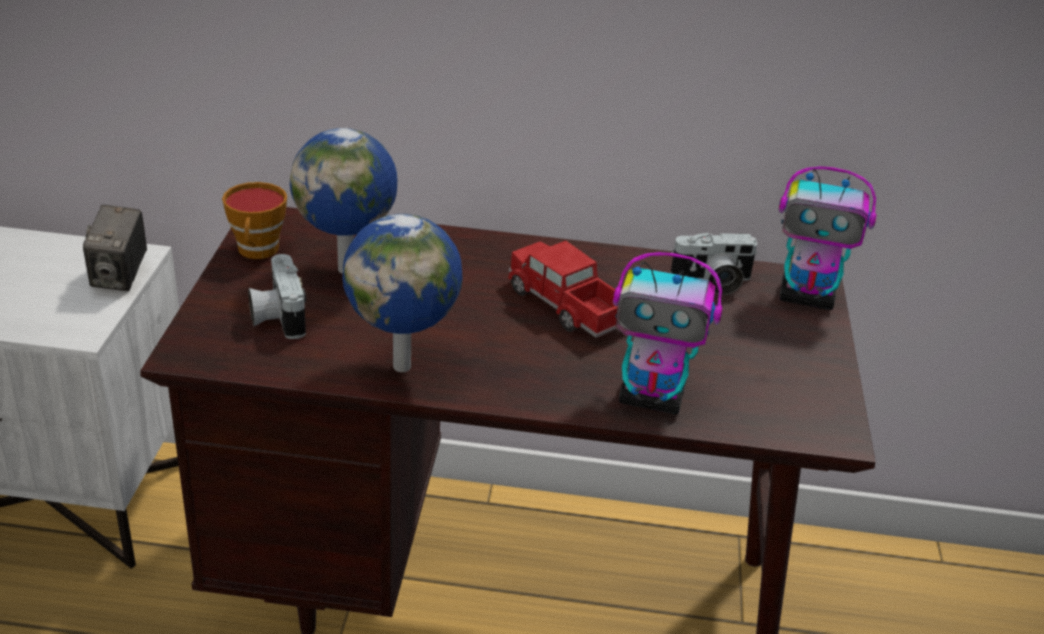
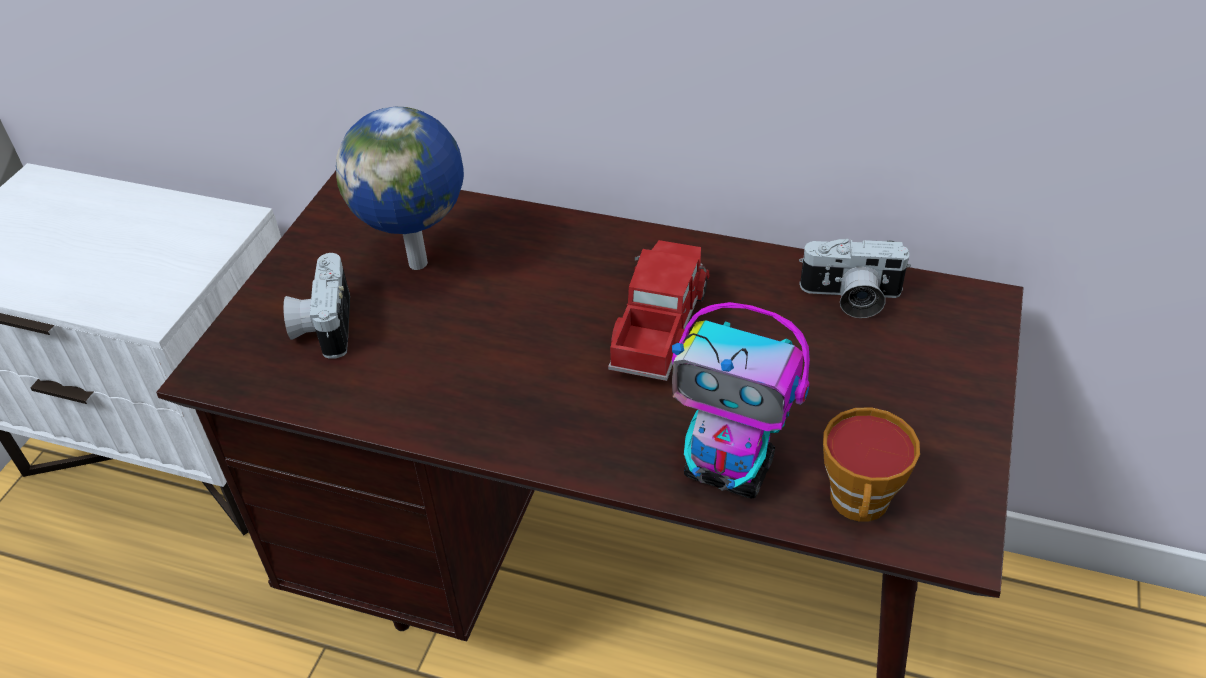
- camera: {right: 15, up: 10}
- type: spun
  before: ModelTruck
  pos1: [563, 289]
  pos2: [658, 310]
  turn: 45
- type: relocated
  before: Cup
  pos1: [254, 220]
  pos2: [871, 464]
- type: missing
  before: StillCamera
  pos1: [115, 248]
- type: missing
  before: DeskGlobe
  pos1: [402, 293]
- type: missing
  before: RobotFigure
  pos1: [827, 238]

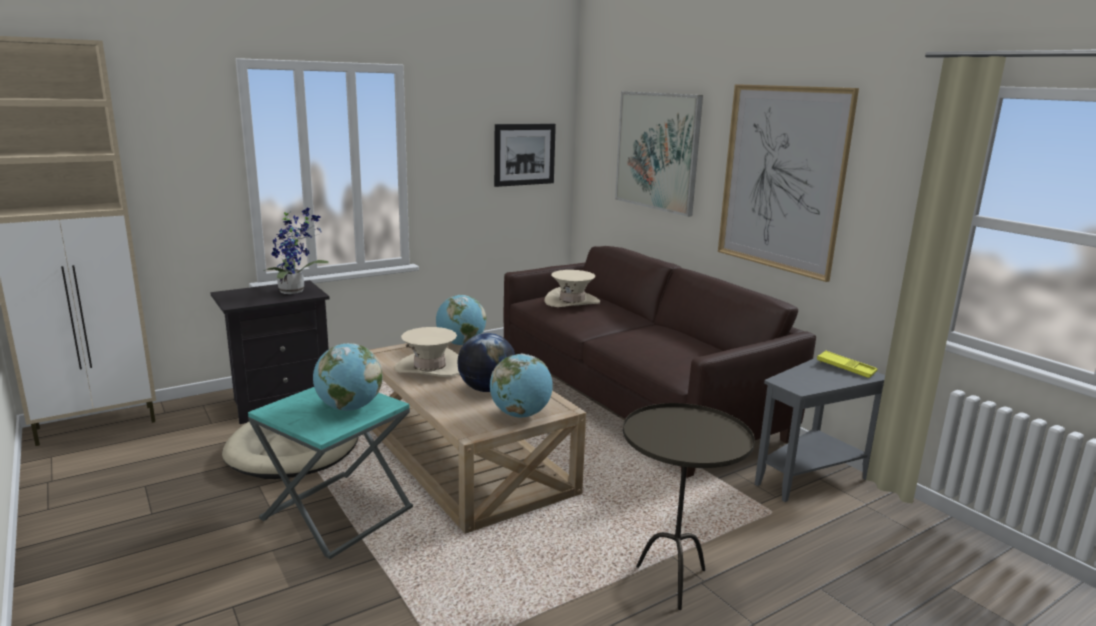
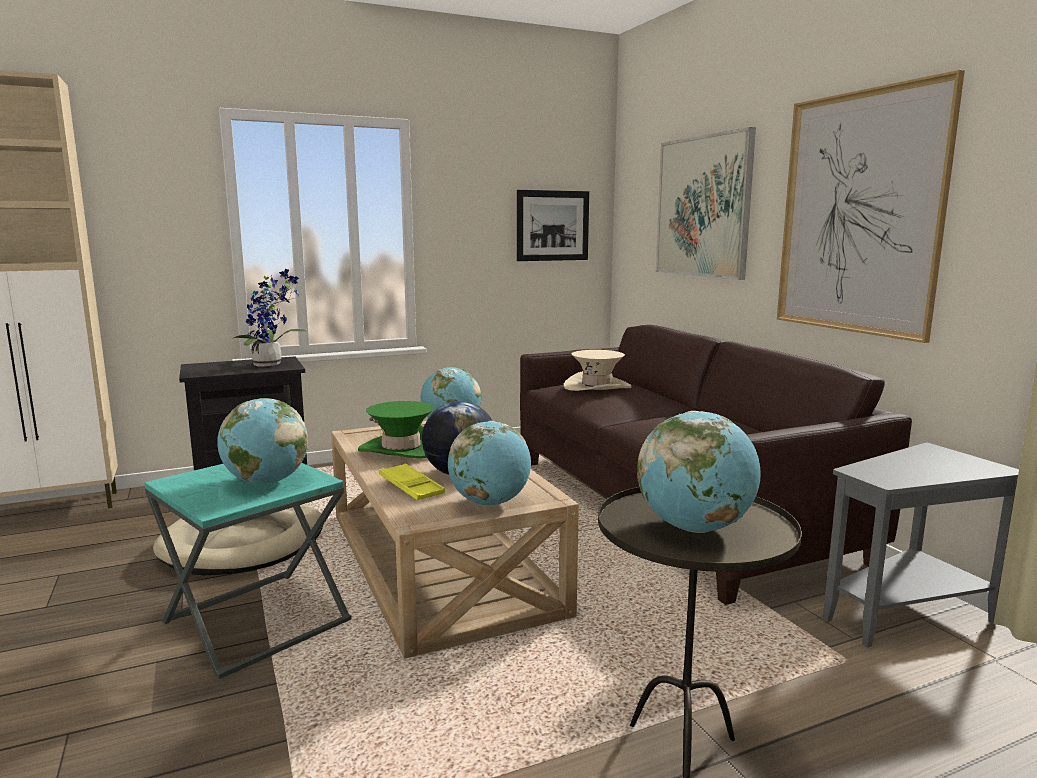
- camera: {right: 10, up: -5}
- type: colour
  before: BeigeWearableHat
  after: GreenishWearableHat
  pos1: [427, 352]
  pos2: [396, 430]
- type: relocated
  before: YellowishServingTray
  pos1: [847, 364]
  pos2: [412, 481]
- type: appeared
  after: DeskGlobe
  pos2: [699, 472]

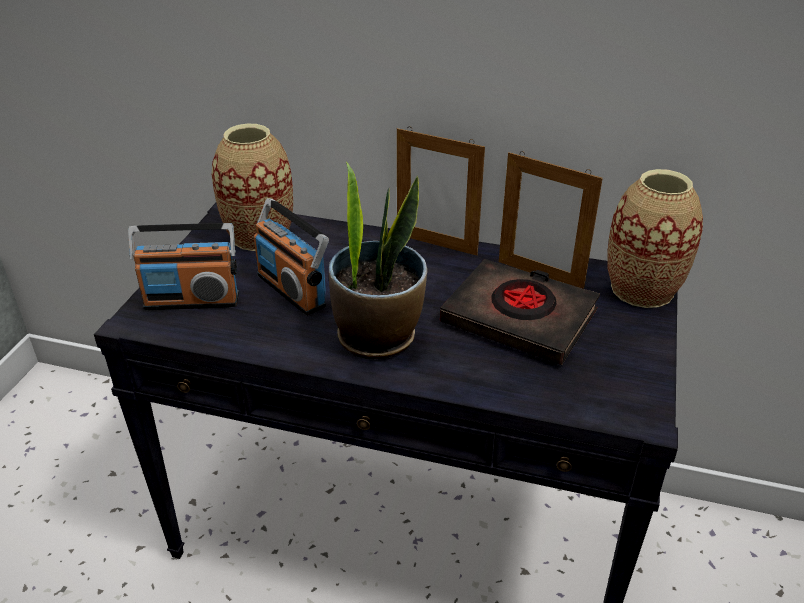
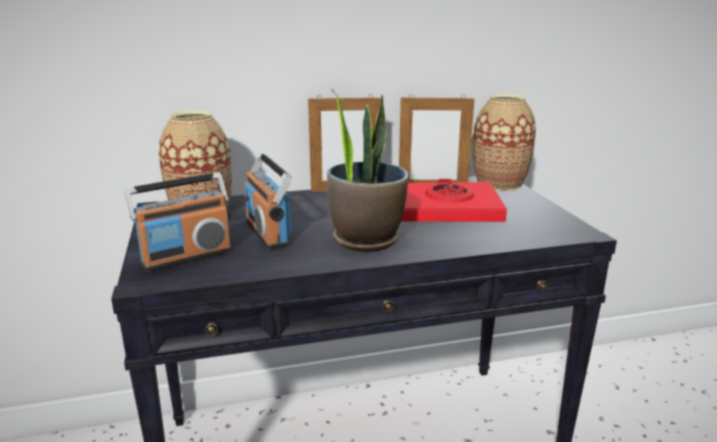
- camera: {right: -30, up: -15}
- type: spun
  before: RadioReceiver
  pos1: [291, 256]
  pos2: [268, 201]
  turn: 45
- type: colour
  before: BlackBook
  after: RedBook
  pos1: [520, 312]
  pos2: [454, 200]

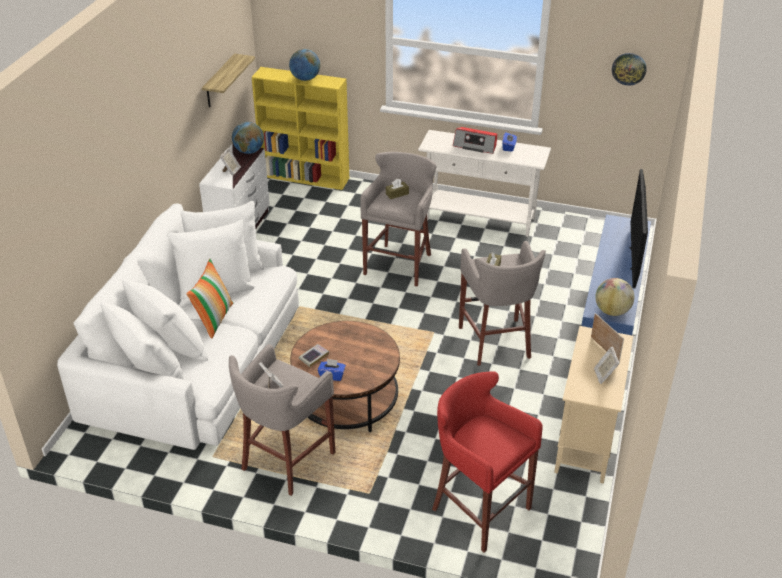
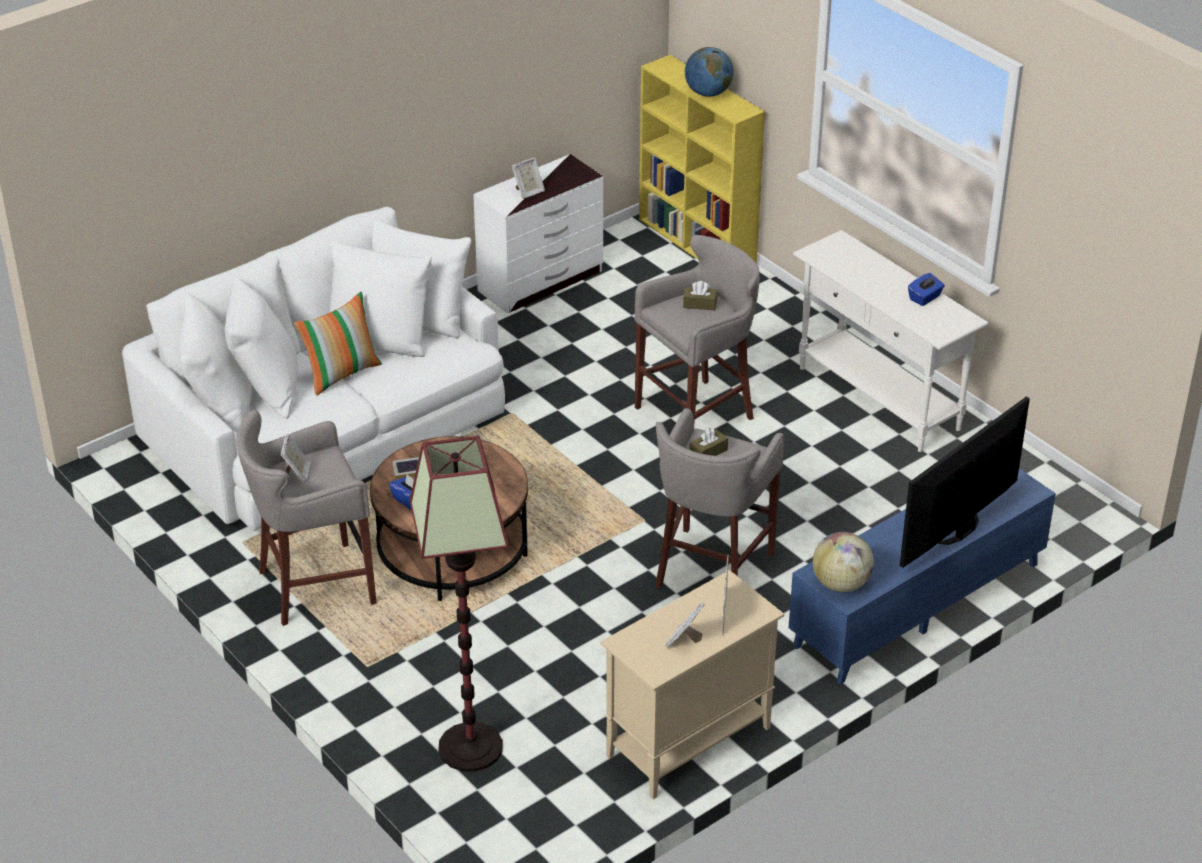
- camera: {right: 35, up: 0}
- type: exchanged
  before: RedStool
  after: StandingLamp
  pos1: [487, 462]
  pos2: [459, 603]
- type: missing
  before: BracketShelf
  pos1: [228, 80]
- type: missing
  before: DeskGlobe
  pos1: [248, 138]
- type: missing
  before: RadioReceiver
  pos1: [475, 140]
- type: missing
  before: ClockOnTheWall
  pos1: [629, 69]

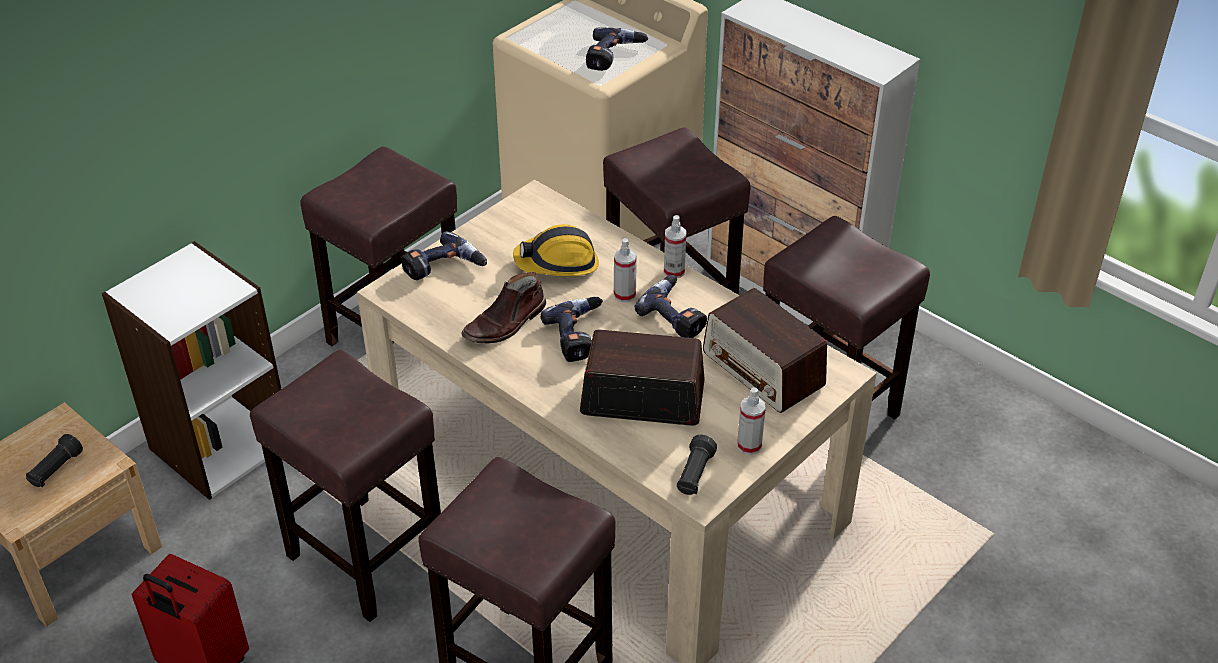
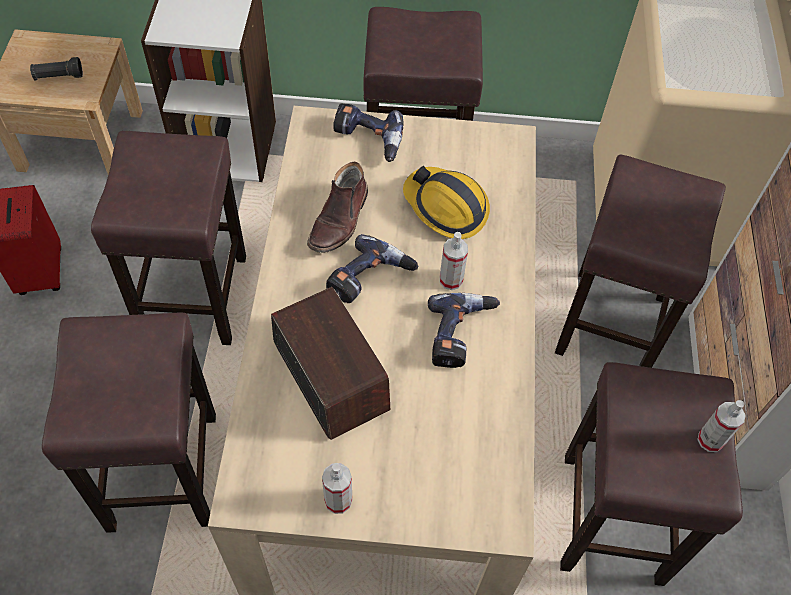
- camera: {right: 50, up: 15}
- type: spun
  before: BrownHighTopBoot
  pos1: [503, 308]
  pos2: [337, 207]
  turn: -75
- type: relocated
  before: HandSprayer
  pos1: [675, 246]
  pos2: [721, 426]
- type: missing
  before: PowerDrill
  pos1: [617, 49]
- type: missing
  before: BlackTorch
  pos1: [697, 464]
- type: missing
  before: RadioReceiver
  pos1: [765, 350]

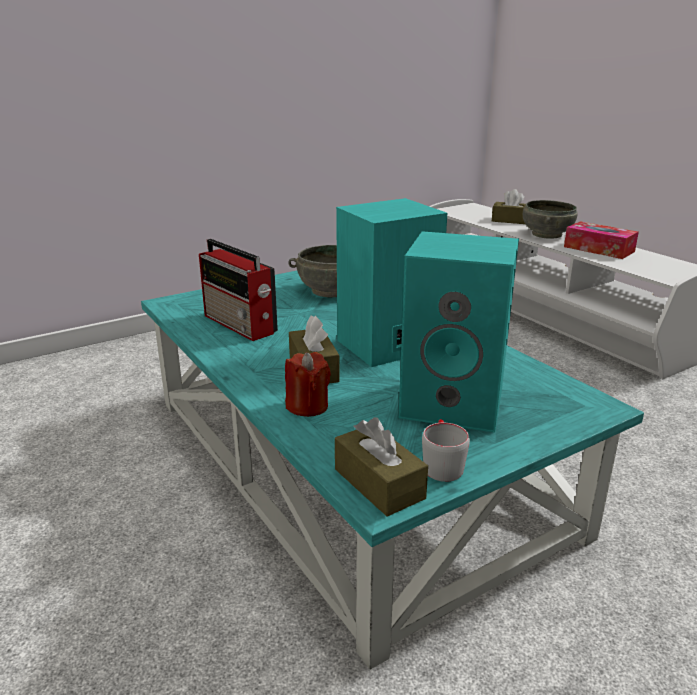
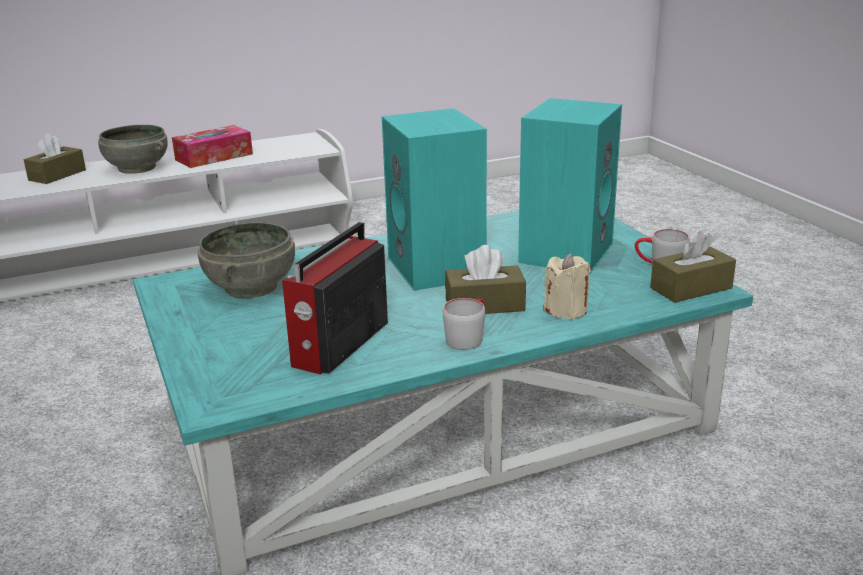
- camera: {right: -80, up: 0}
- type: spun
  before: RadioReceiver
  pos1: [238, 290]
  pos2: [335, 298]
  turn: 150
- type: appeared
  after: GreyTeaMug
  pos2: [463, 324]
- type: colour
  before: RedCandle
  after: BeigeCandle
  pos1: [308, 384]
  pos2: [567, 286]

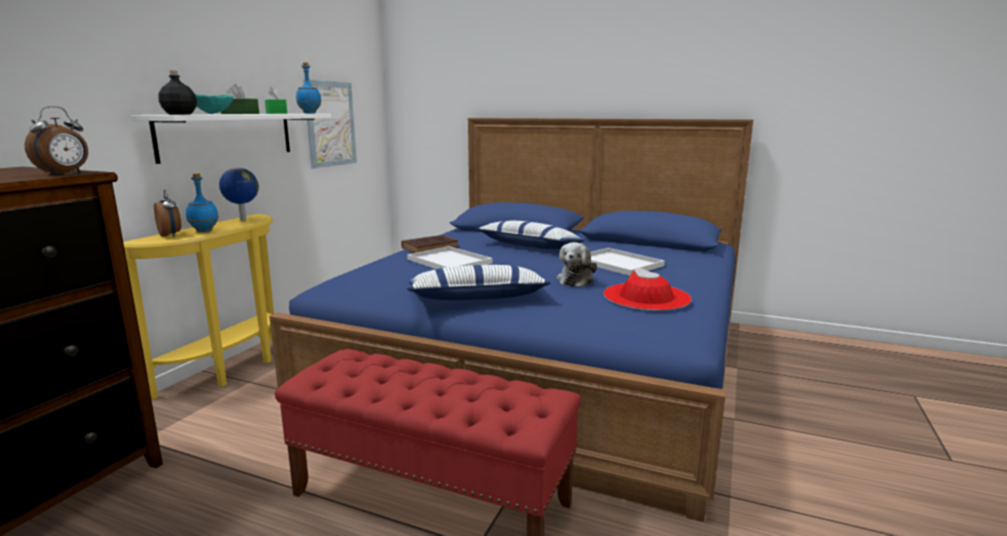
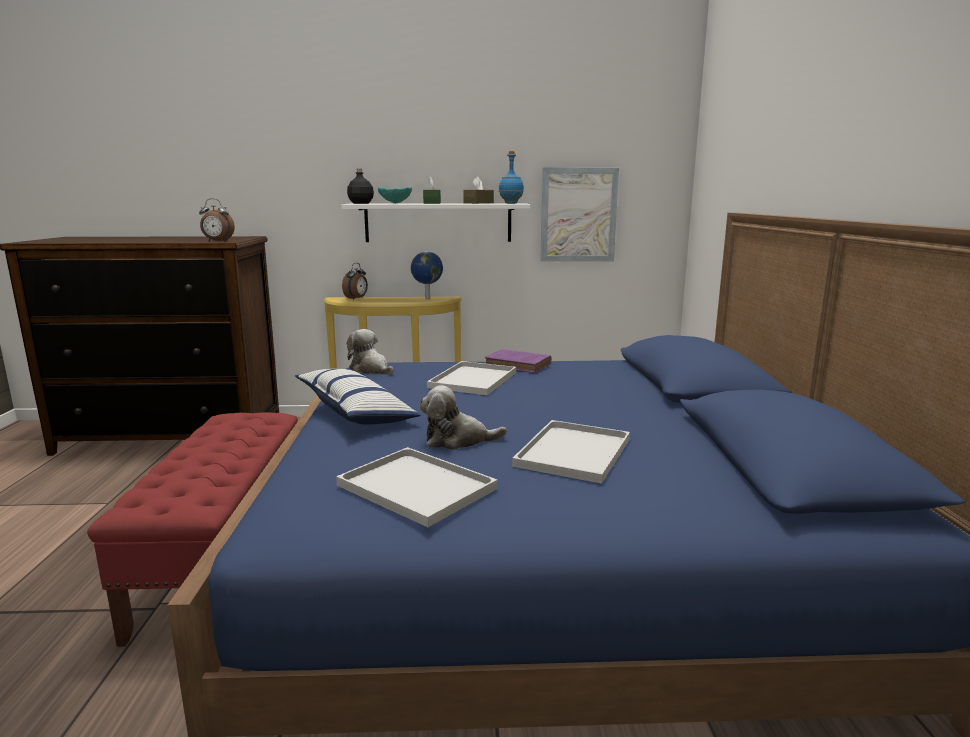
- camera: {right: 65, up: 0}
- type: exchanged
  before: RedWearableHat
  after: WhiteServingTray
  pos1: [648, 289]
  pos2: [416, 487]
- type: appeared
  after: PlushToy
  pos2: [370, 352]
- type: colour
  before: GreenishBoxOfTissues
  after: BrownBoxOfTissues
  pos1: [276, 100]
  pos2: [478, 190]
- type: colour
  before: BrownBook
  after: PurpleColouredBook
  pos1: [430, 244]
  pos2: [518, 361]
- type: missing
  before: BluishDrinkBottle
  pos1: [202, 203]
- type: missing
  before: Pillow
  pos1: [530, 235]

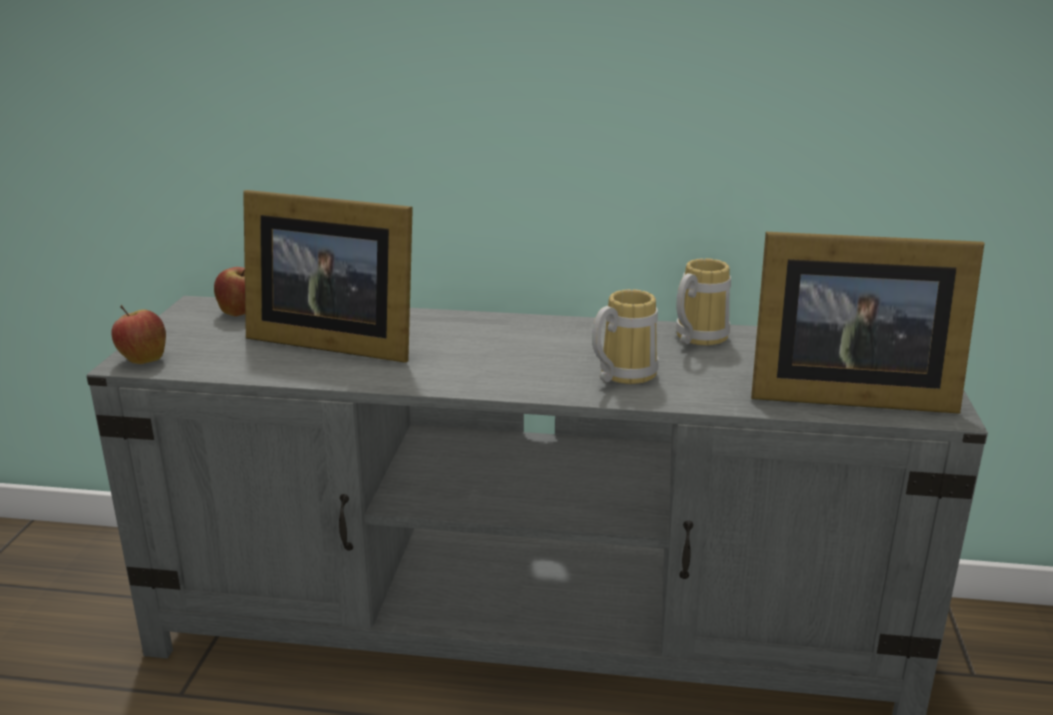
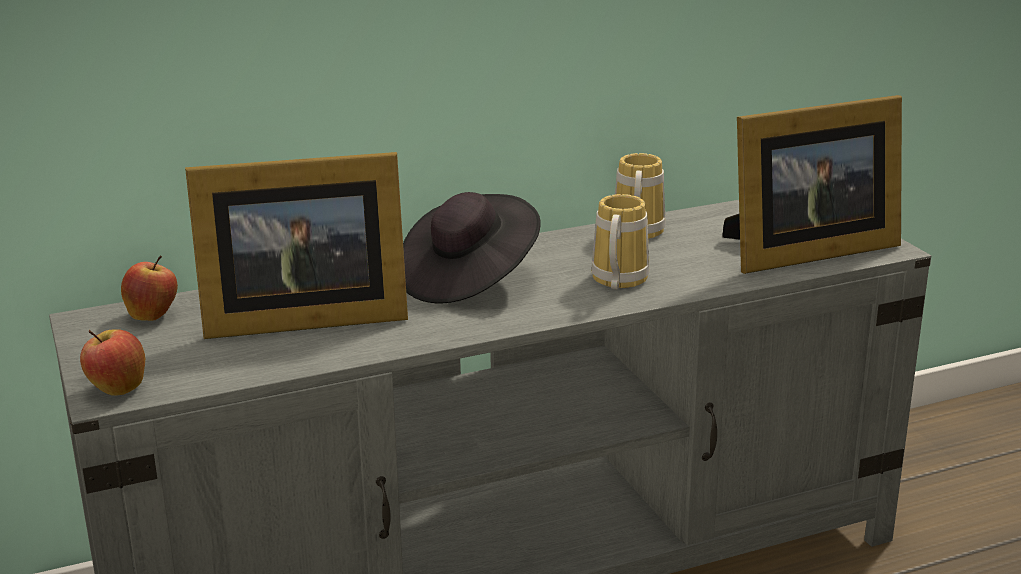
- camera: {right: -30, up: 0}
- type: appeared
  after: BlackWearableHat
  pos2: [472, 248]

